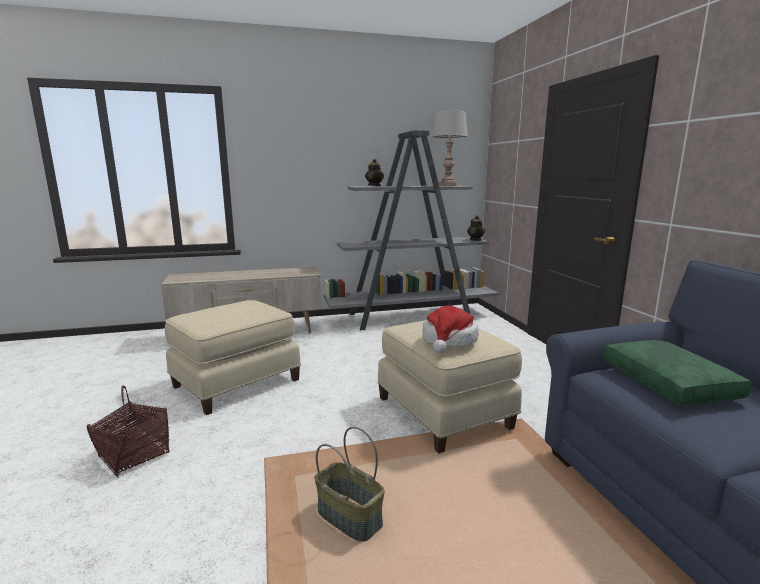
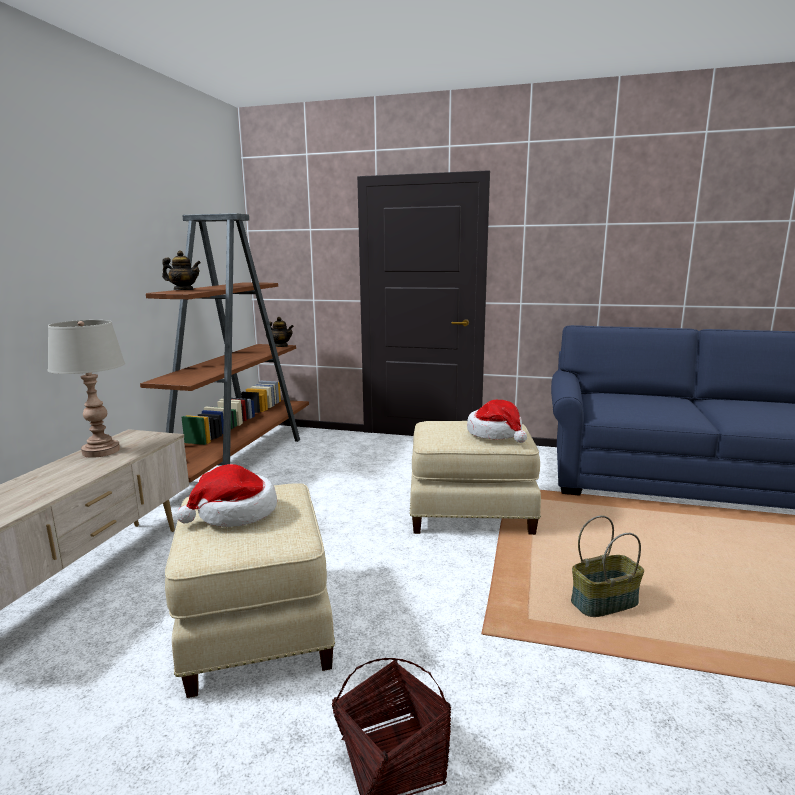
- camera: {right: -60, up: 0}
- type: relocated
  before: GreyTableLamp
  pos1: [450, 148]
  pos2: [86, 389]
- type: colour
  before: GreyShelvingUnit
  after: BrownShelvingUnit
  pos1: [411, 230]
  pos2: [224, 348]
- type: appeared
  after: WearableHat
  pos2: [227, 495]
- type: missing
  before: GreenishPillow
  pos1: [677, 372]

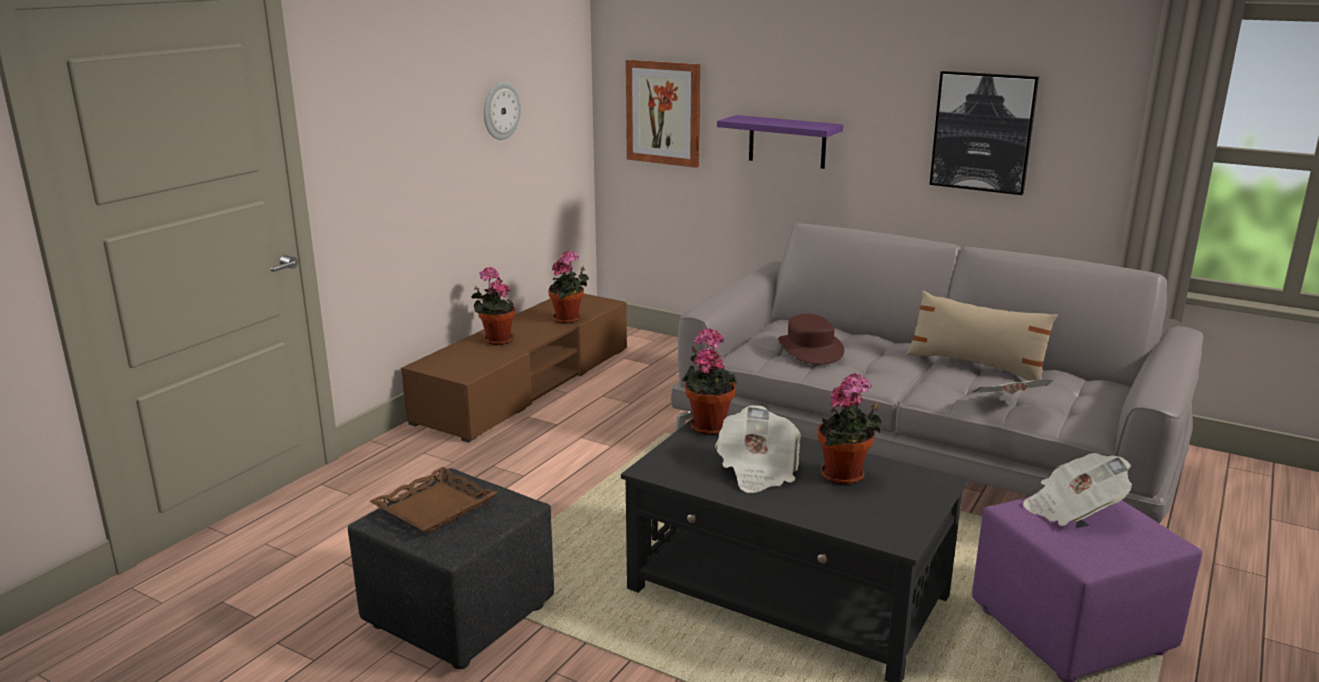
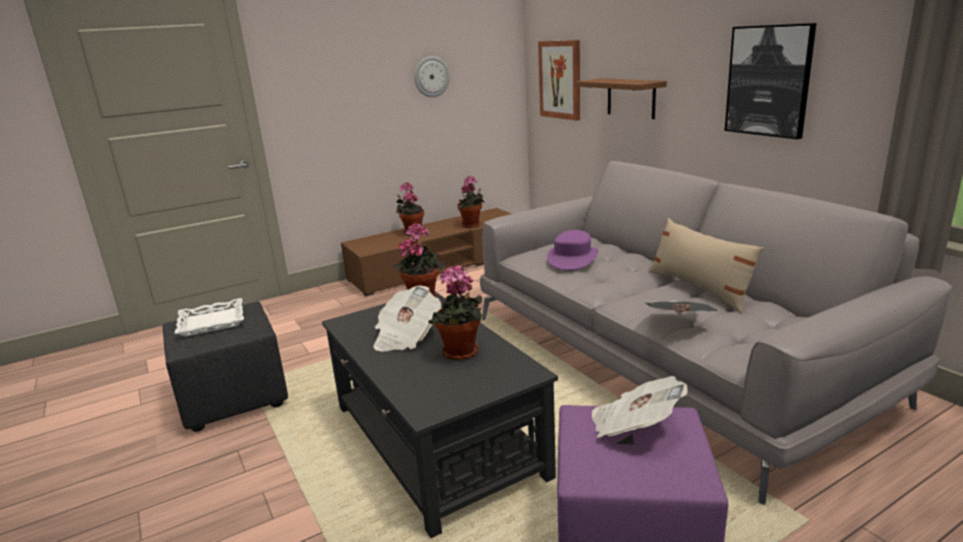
- camera: {right: 30, up: 0}
- type: colour
  before: BrownServingTray
  after: WhiteServingTray
  pos1: [433, 500]
  pos2: [209, 317]
- type: colour
  before: BrownWearableHat
  after: PurpleColouredWearableHat
  pos1: [811, 339]
  pos2: [572, 250]
- type: colour
  before: PurpleColouredBracketShelf
  after: BrownBracketShelf
  pos1: [780, 142]
  pos2: [621, 98]

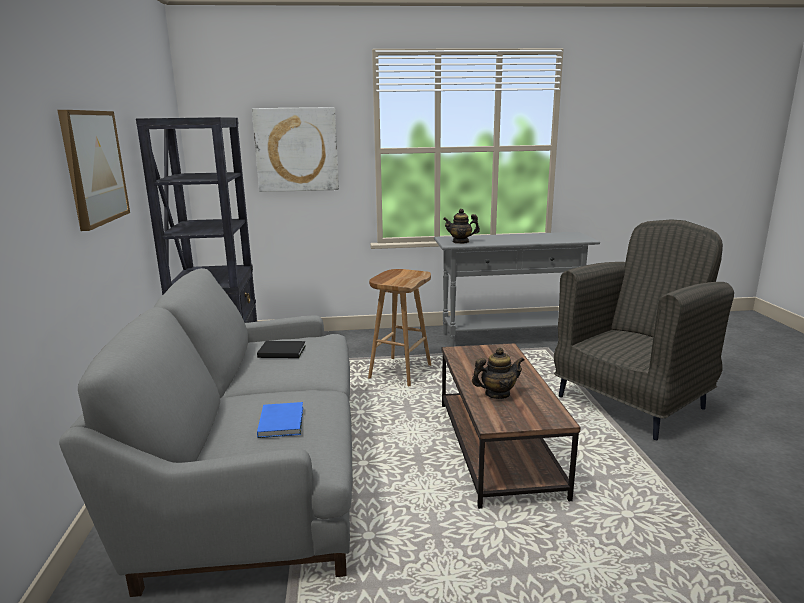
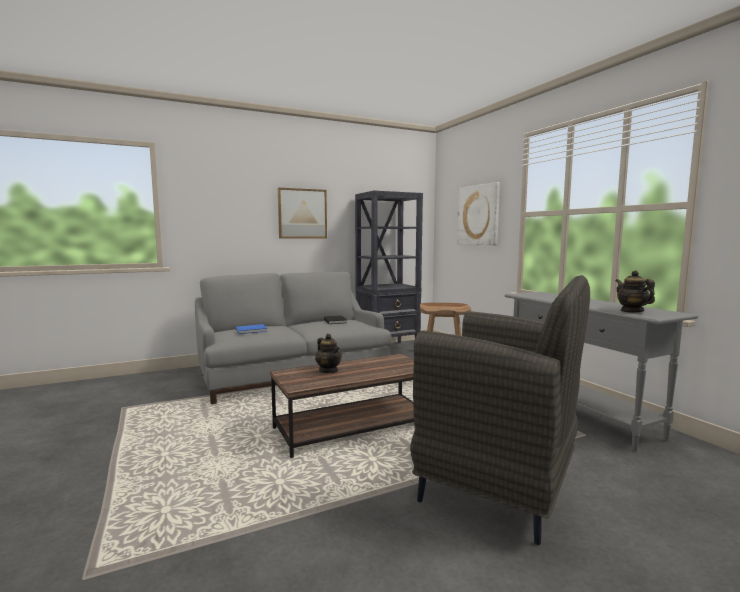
- camera: {right: 70, up: -10}
- type: relocated
  before: Teapot
  pos1: [461, 226]
  pos2: [635, 291]

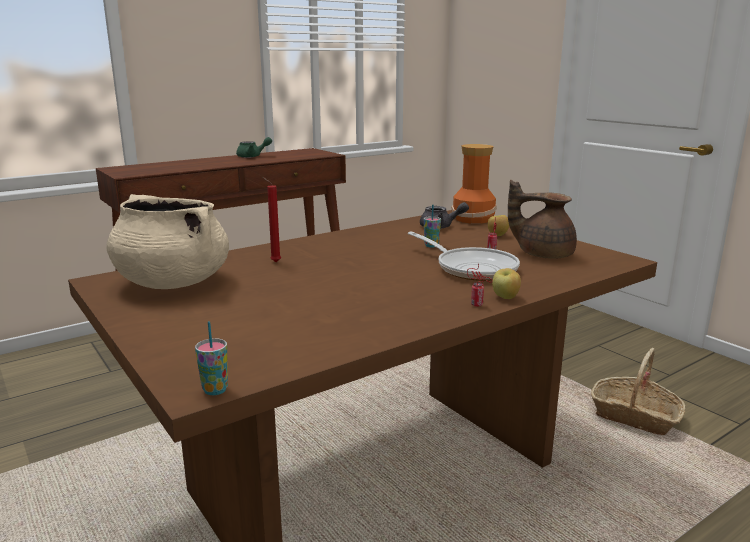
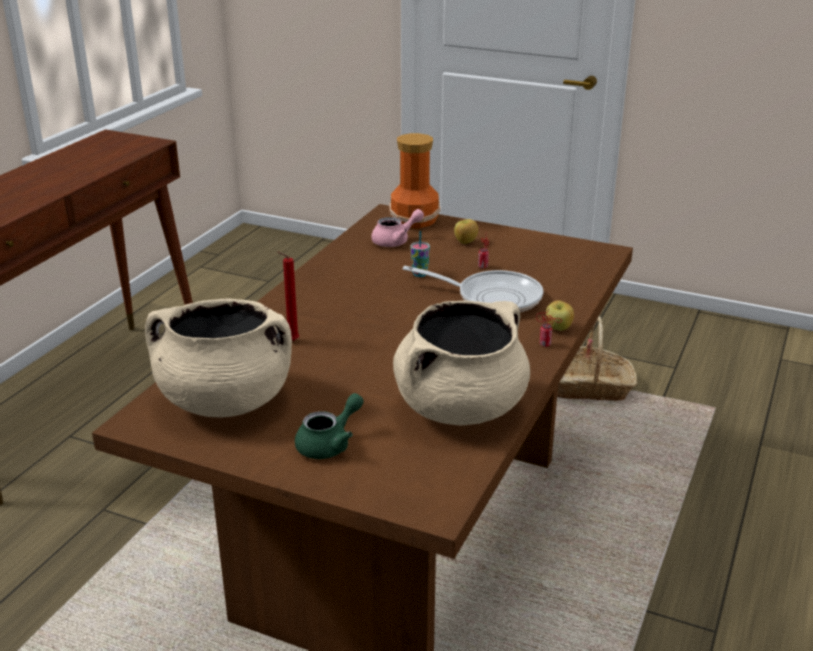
- camera: {right: -30, up: 10}
- type: relocated
  before: GreenishTeapot
  pos1: [254, 147]
  pos2: [329, 426]
- type: colour
  before: GreyTeapot
  after: PinkTeapot
  pos1: [444, 215]
  pos2: [397, 228]
- type: appeared
  after: BeigeCookingPot
  pos2: [461, 363]
- type: missing
  before: Cup
  pos1: [211, 358]
- type: missing
  before: BrownTeapot
  pos1: [542, 219]

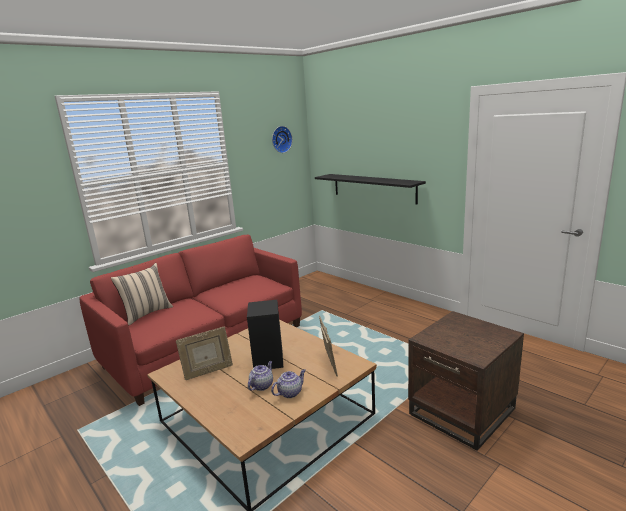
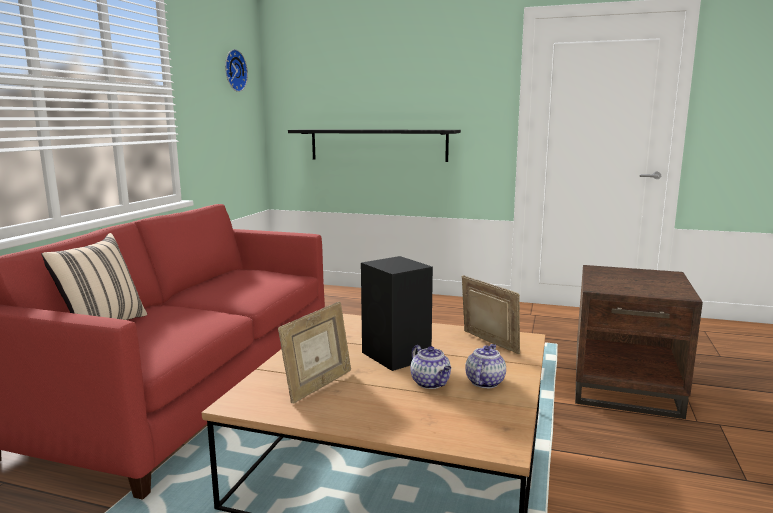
- camera: {right: -30, up: -5}
- type: spun
  before: Teapot
  pos1: [260, 376]
  pos2: [430, 367]
  turn: 150

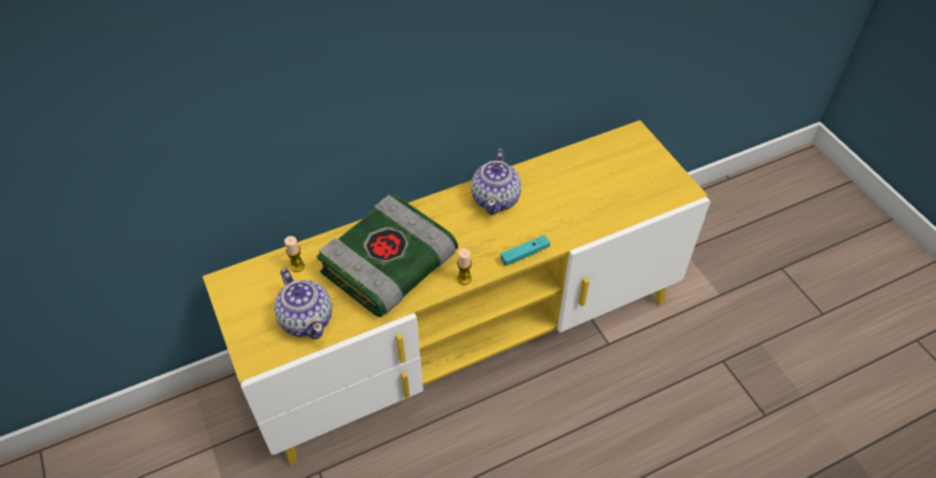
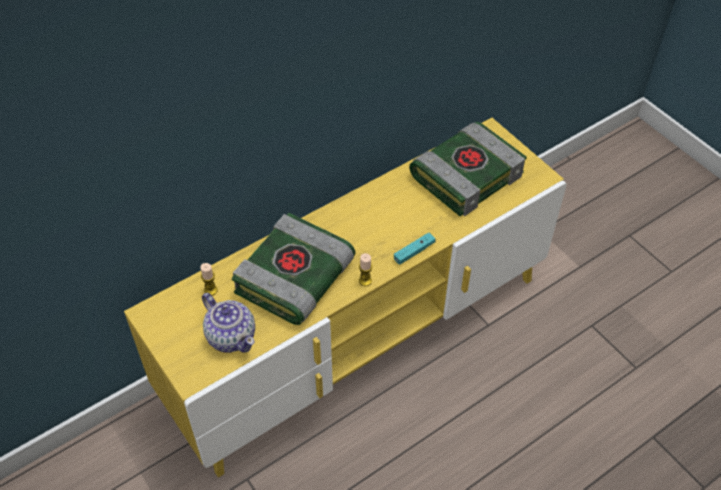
- camera: {right: -10, up: 0}
- type: appeared
  after: Book
  pos2: [468, 169]
- type: missing
  before: Teapot
  pos1: [496, 182]

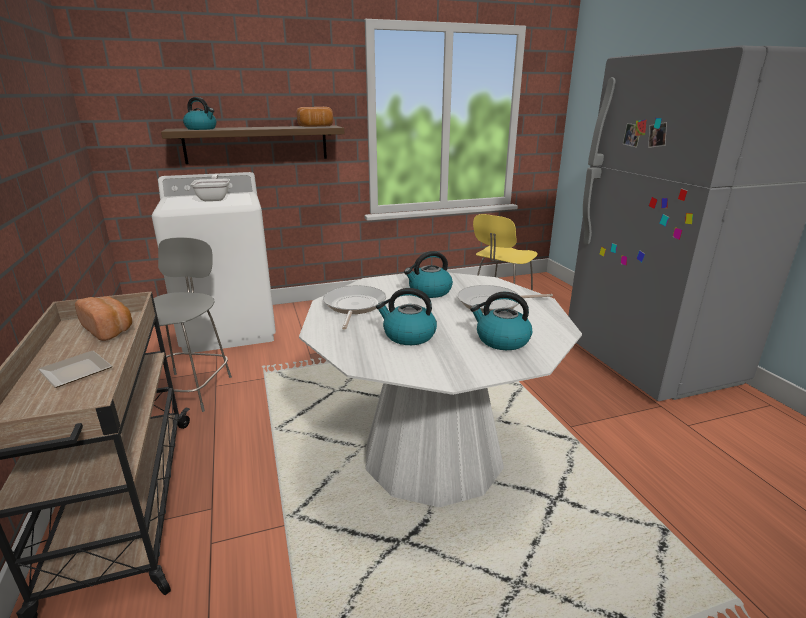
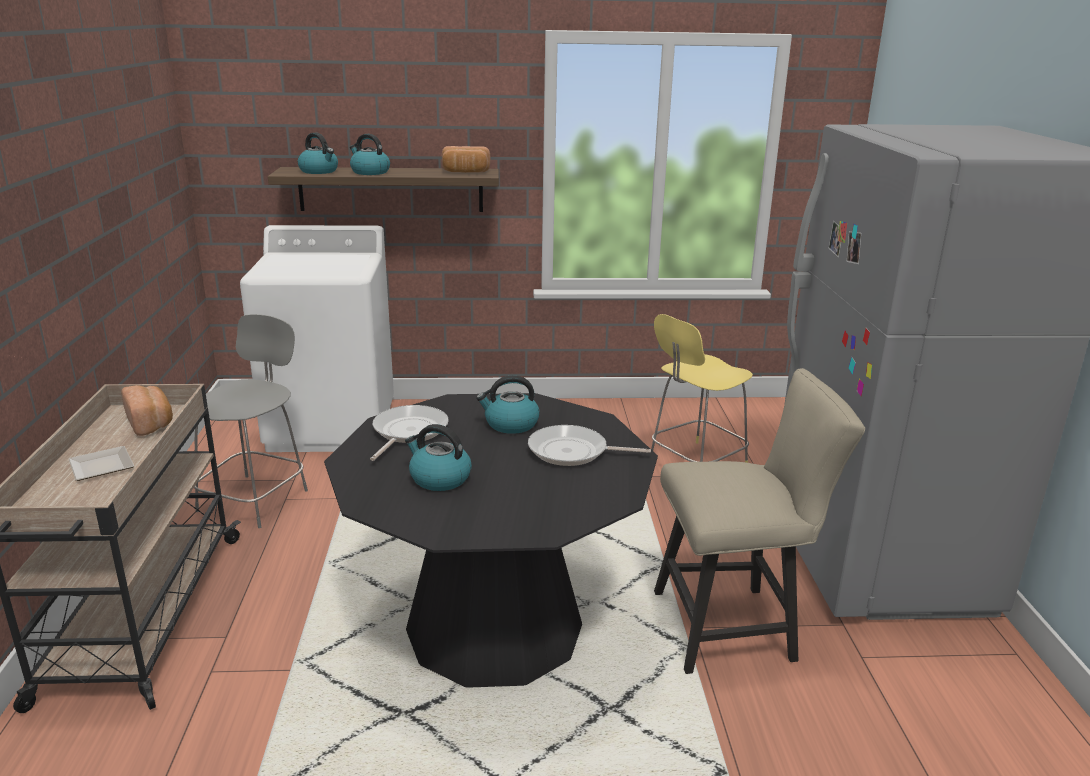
- camera: {right: 15, up: 0}
- type: colour
  before: WhiteDinnerTable
  after: BlackDinnerTable
  pos1: [440, 390]
  pos2: [491, 540]
- type: relocated
  before: Kettle
  pos1: [501, 321]
  pos2: [370, 154]
- type: appeared
  after: BeigeChair
  pos2: [759, 521]
- type: missing
  before: FryingPan
  pos1: [210, 187]

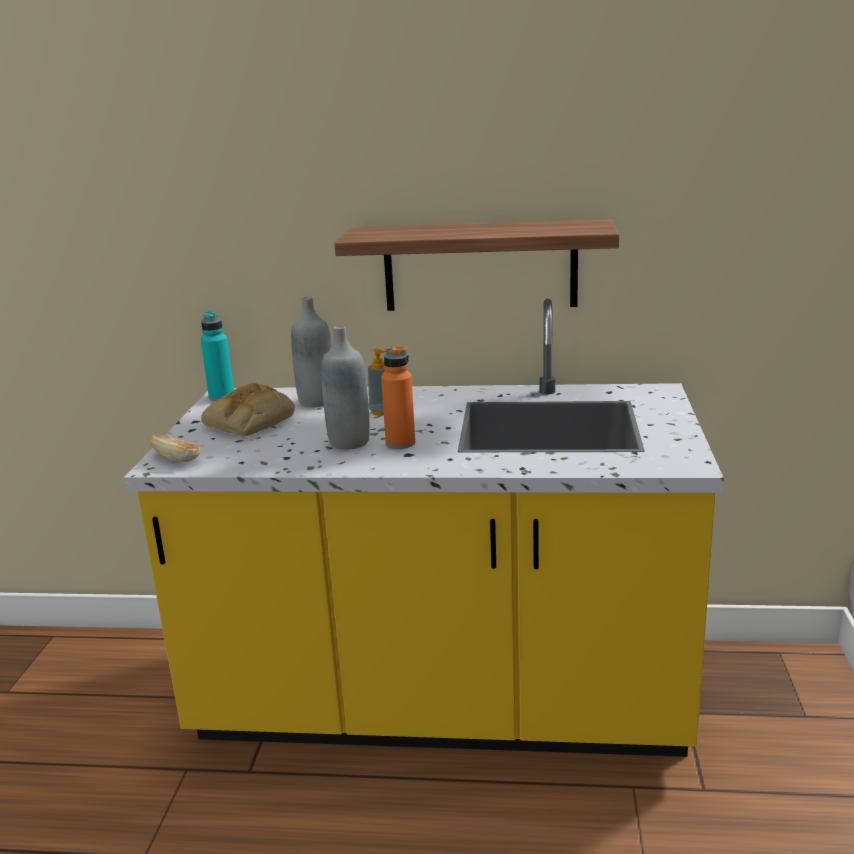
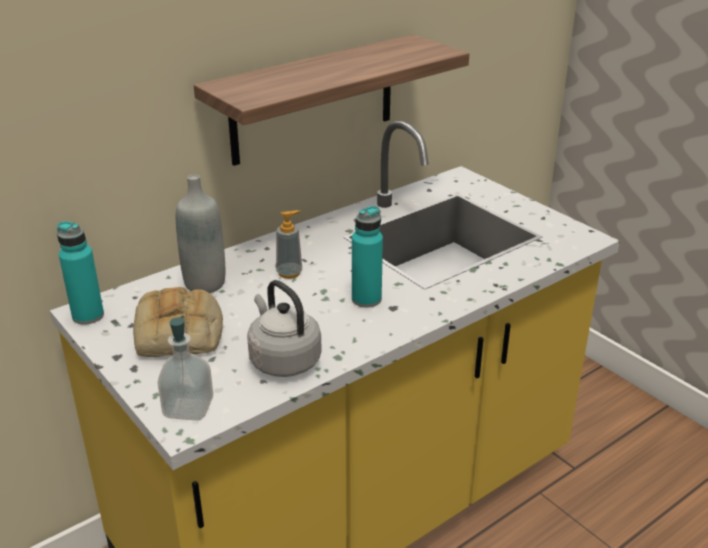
- camera: {right: -45, up: 10}
- type: exchanged
  before: Bread
  after: LiquidSoapBottle
  pos1: [175, 448]
  pos2: [185, 368]
- type: appeared
  after: GreyKettle
  pos2: [284, 328]
- type: colour
  before: OrangeyDrinkBottle
  after: TurquoiseColouredDrinkBottle
  pos1: [398, 397]
  pos2: [367, 257]
- type: missing
  before: GreyDrinkBottle
  pos1: [345, 387]

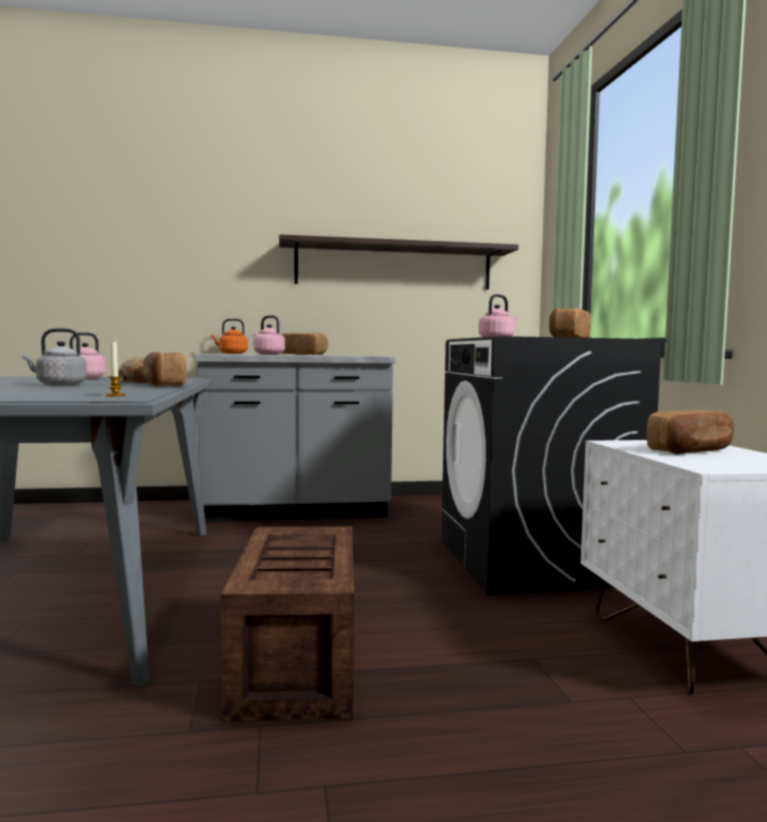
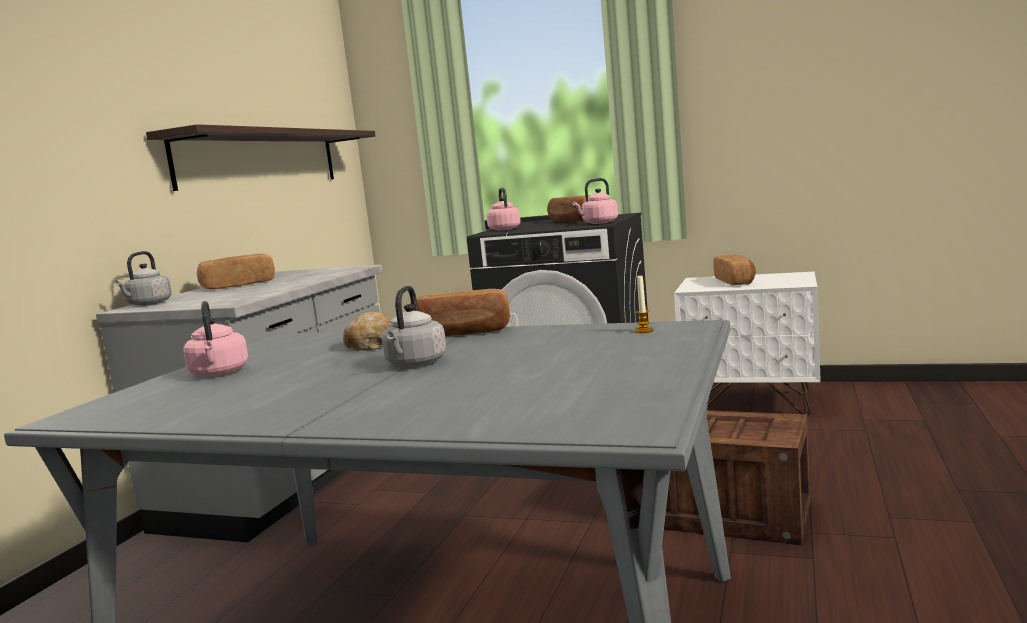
- camera: {right: -60, up: 5}
- type: colour
  before: OrangeyKettle
  after: GreyKettle
  pos1: [229, 336]
  pos2: [143, 278]
- type: relocated
  before: PinkKettle
  pos1: [269, 335]
  pos2: [595, 201]

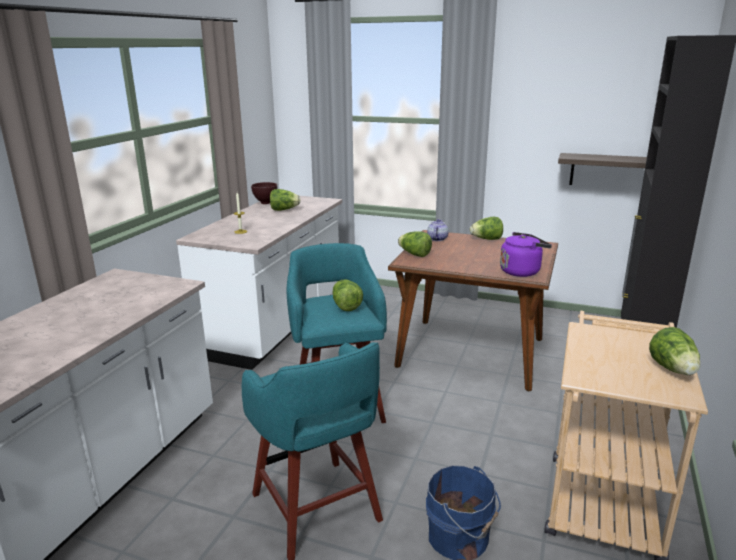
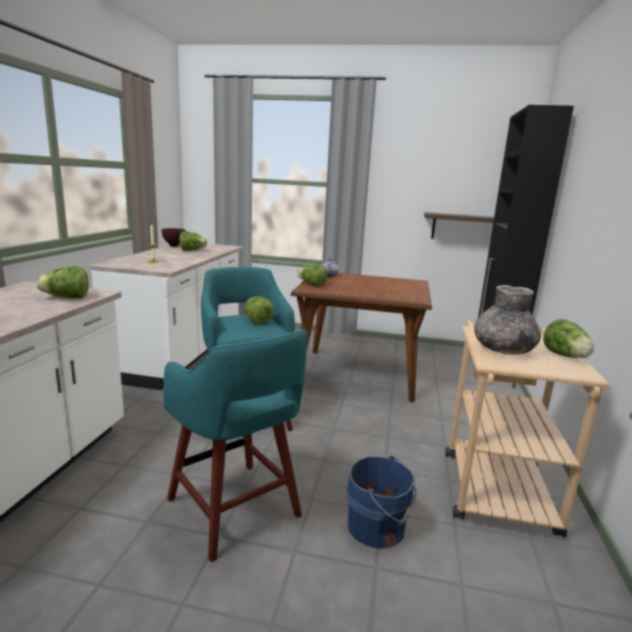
- camera: {right: -10, up: -5}
- type: relocated
  before: LettuceHead
  pos1: [486, 228]
  pos2: [63, 282]
- type: appeared
  after: GreyFlowerVase
  pos2: [507, 320]
- type: missing
  before: PurpleColouredKettle
  pos1: [526, 254]

